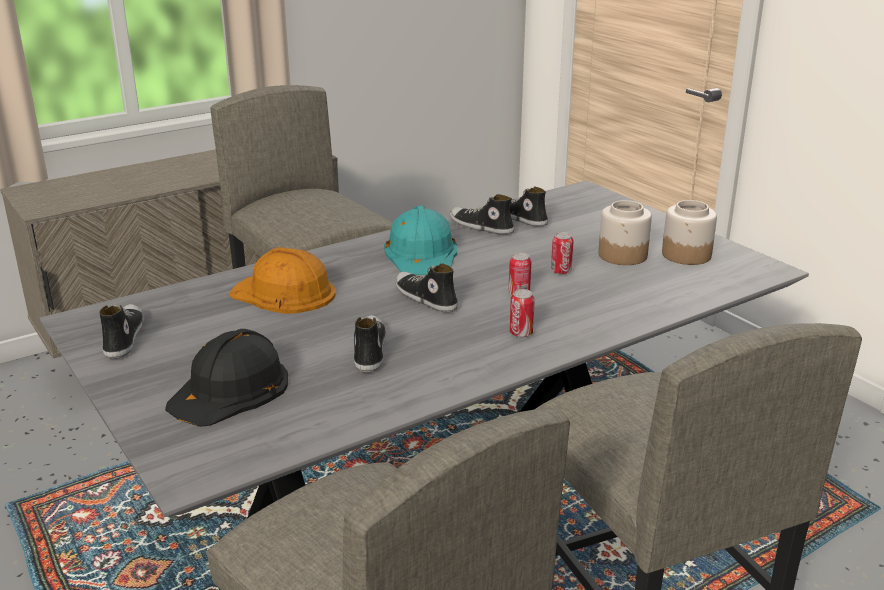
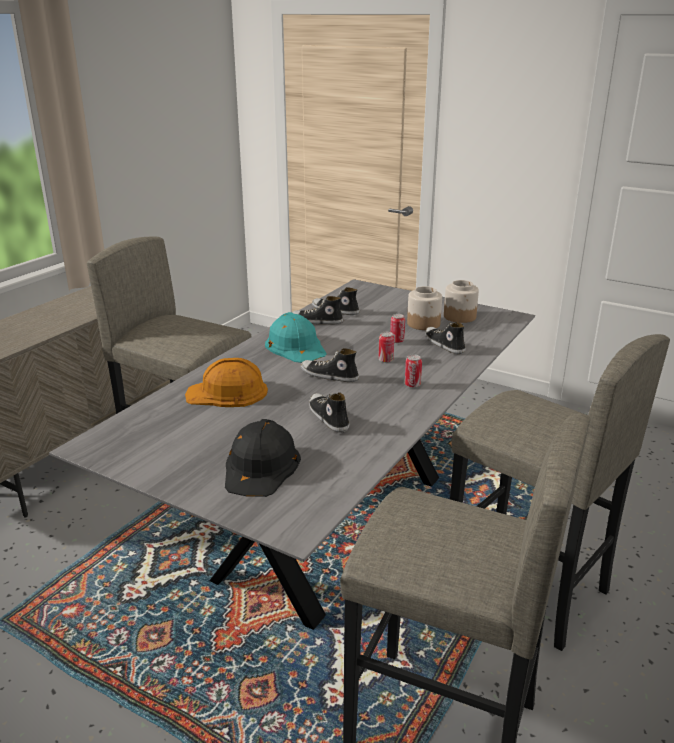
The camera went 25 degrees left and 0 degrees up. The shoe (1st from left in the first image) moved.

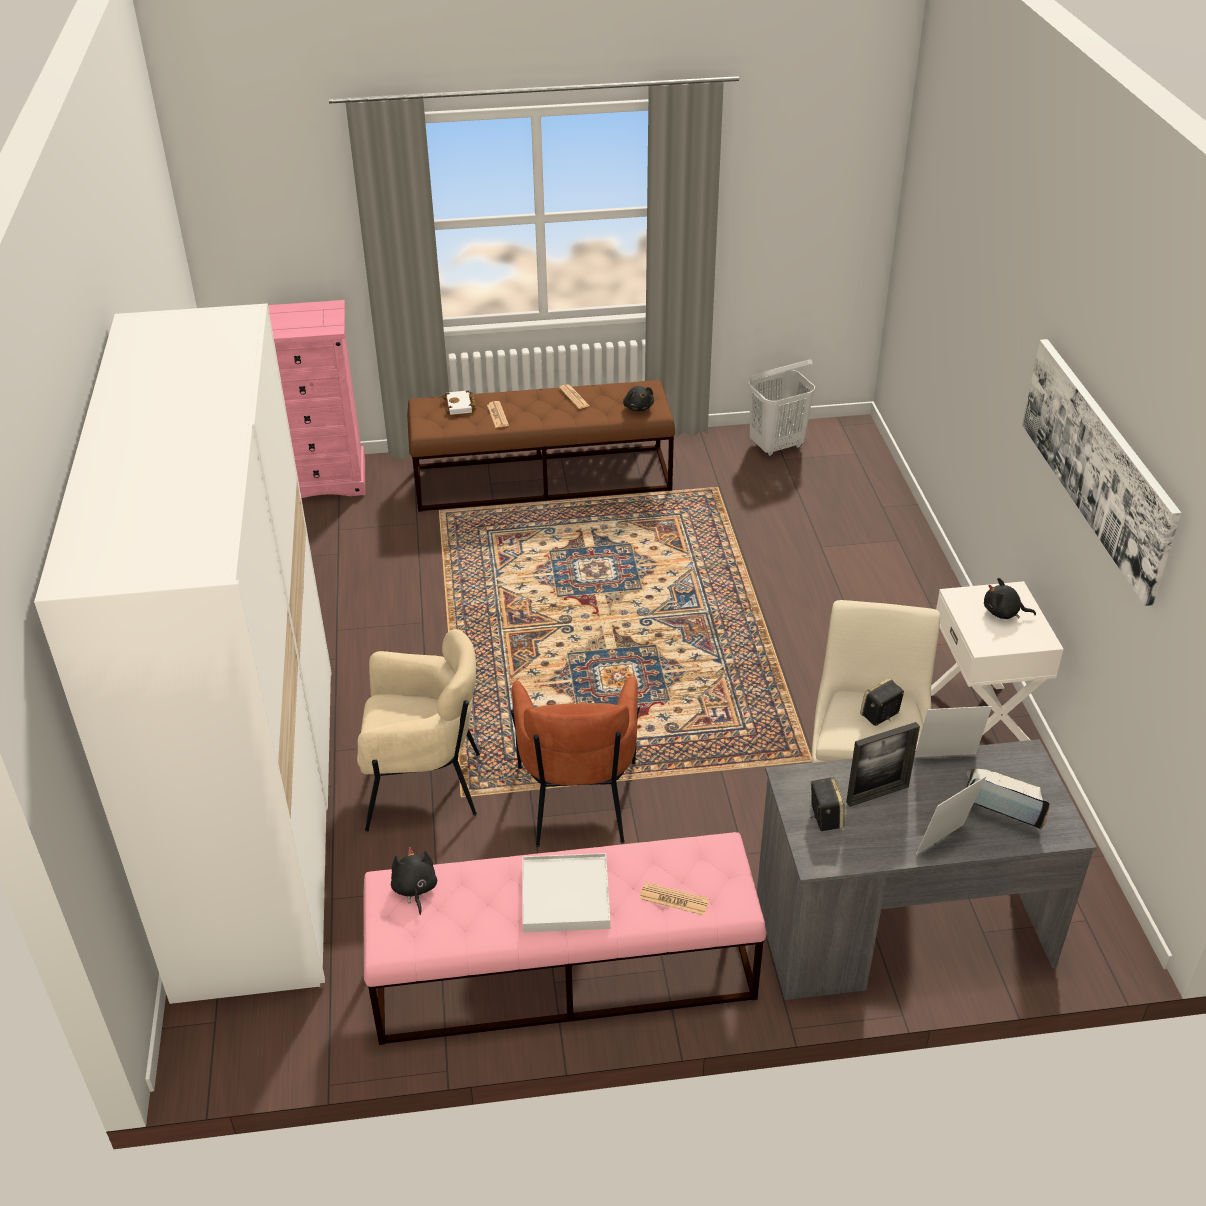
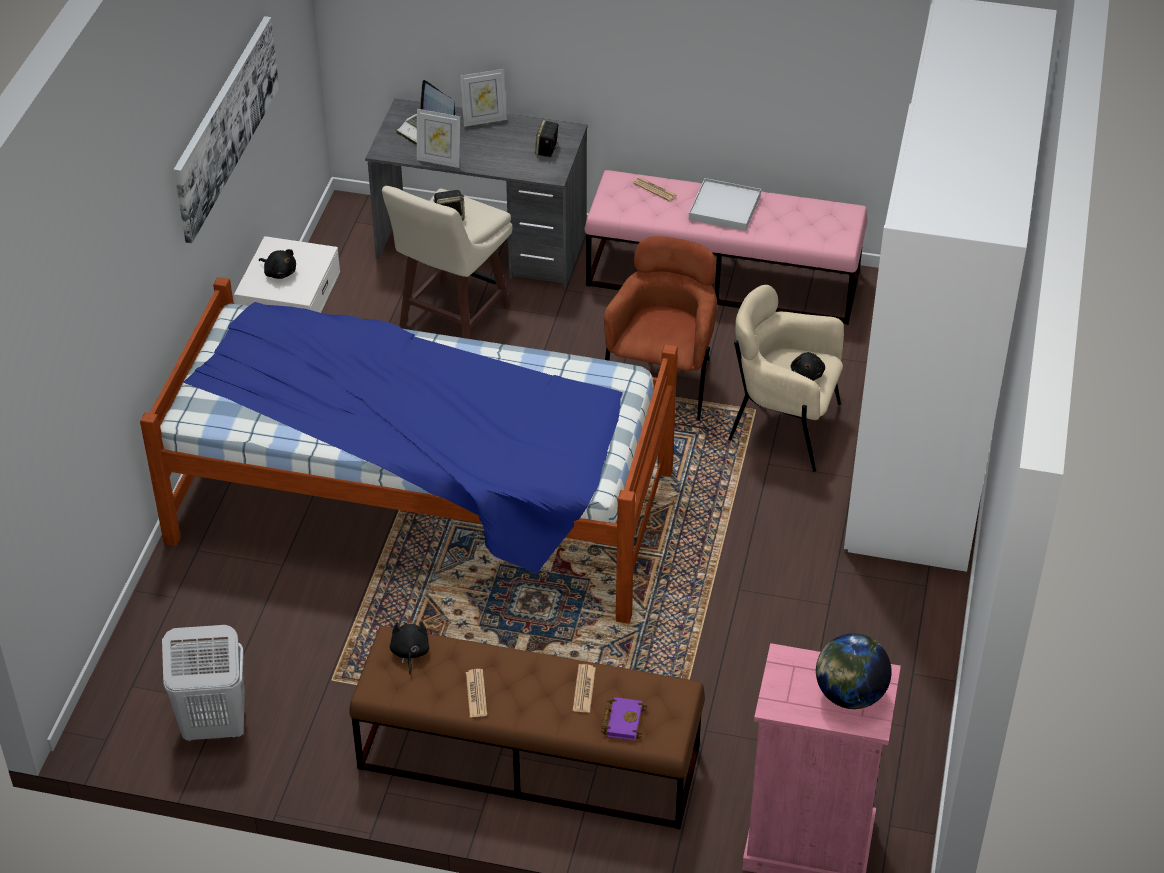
The camera went 160 degrees left and 5 degrees up. The standing frame (1st from left) disappeared. The bed appeared. The globe appeared. The black-coloured plush toy (1st from left in the first image) moved. The whitish volume became the purple-coloured volume.

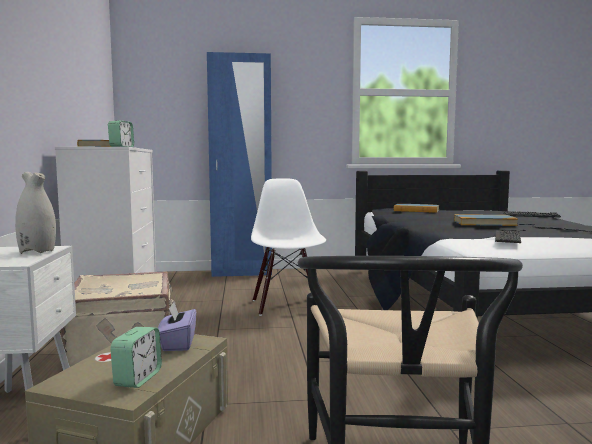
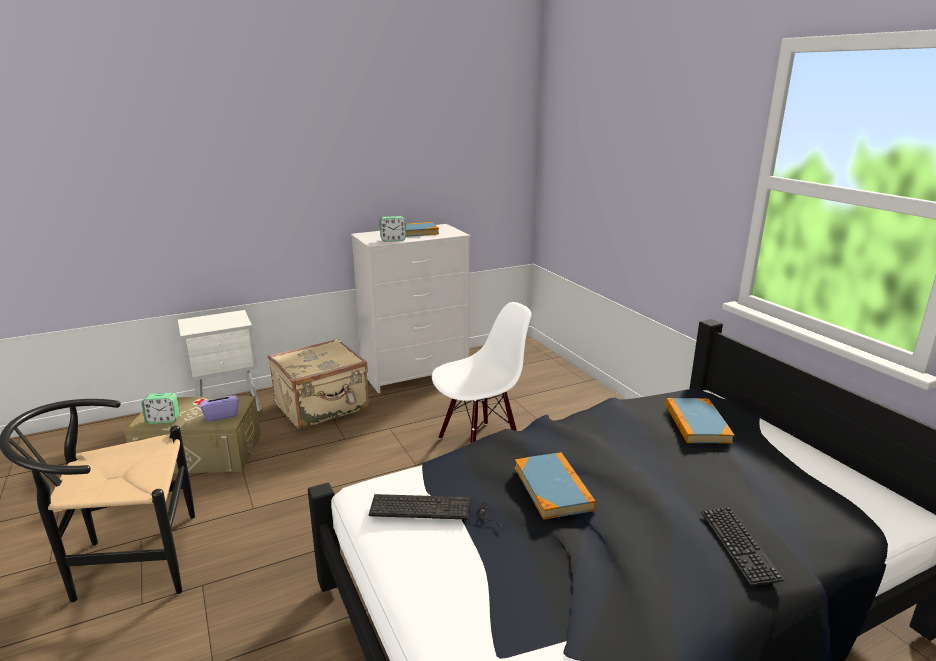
The camera went 70 degrees right and 15 degrees up. The whitish decorative vase disappeared. The blue clothes cupboard disappeared.

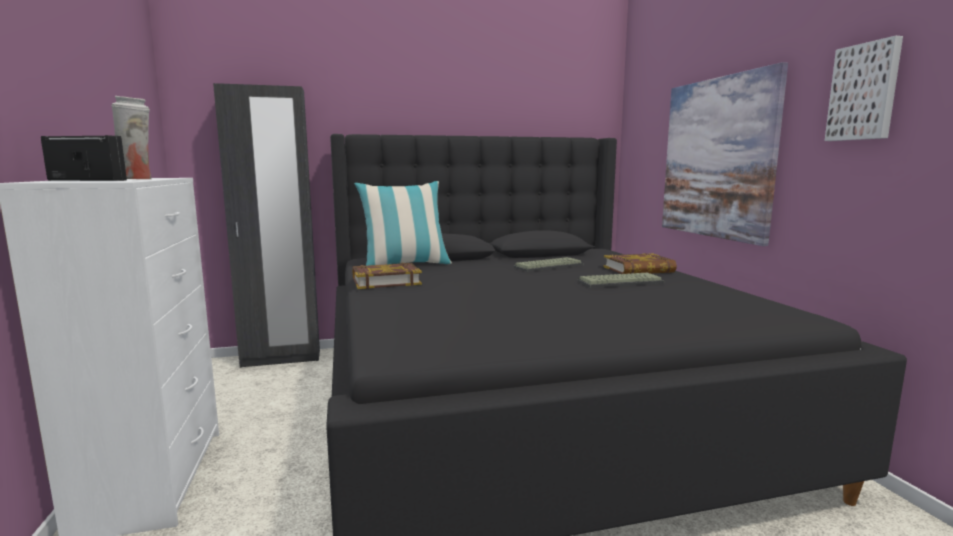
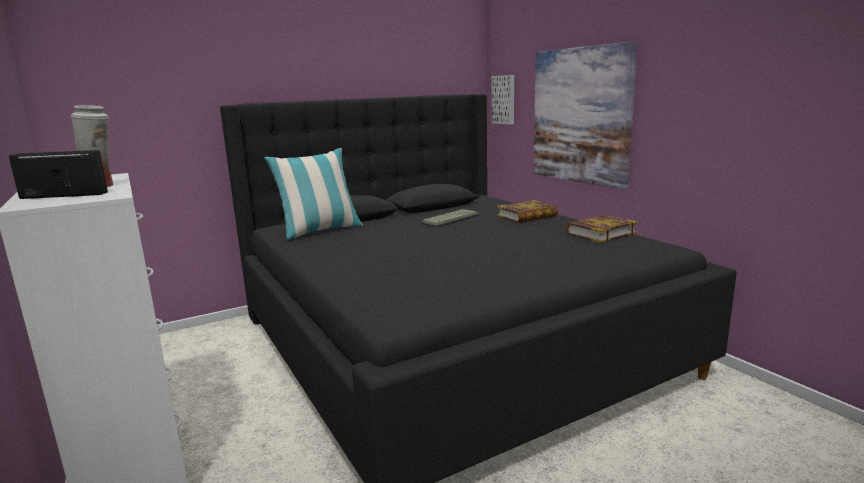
The camera went 15 degrees left and 5 degrees up. The black-coloured clothes cupboard disappeared. The keyboard (2nd from left) disappeared. The volume (1st from left in the first image) moved. The picture (2nd from left in the first image) moved.

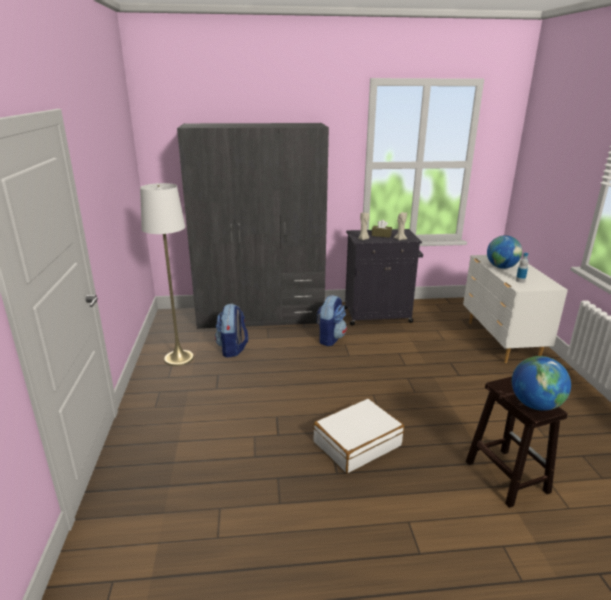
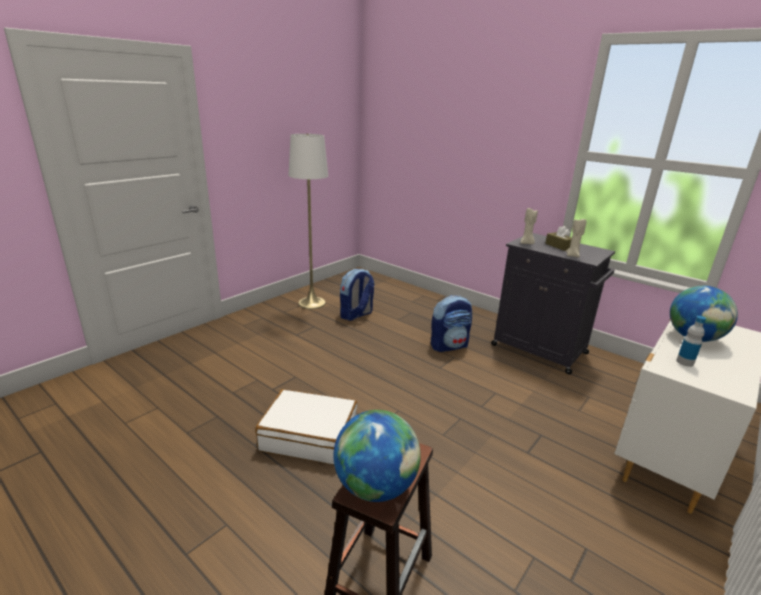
The camera went 45 degrees right and 0 degrees up. The grey clothes cupboard disappeared.

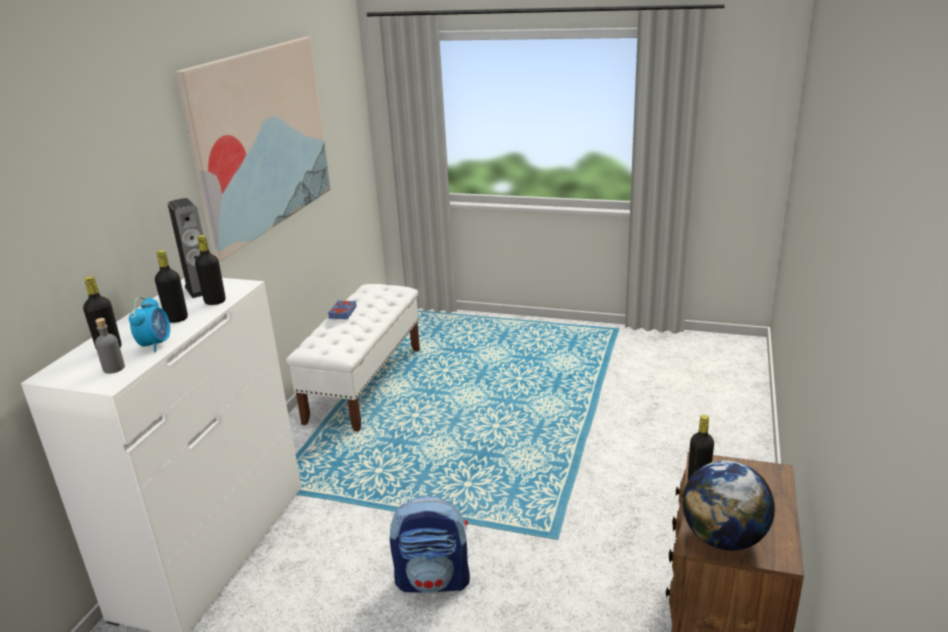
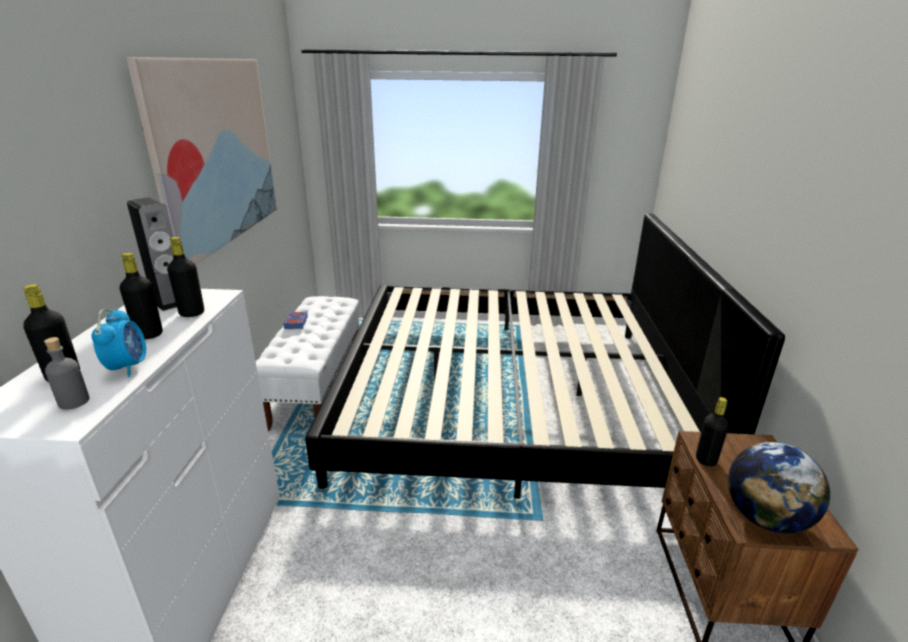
The camera went 15 degrees left and 0 degrees up. The rucksack disappeared. The bed appeared.

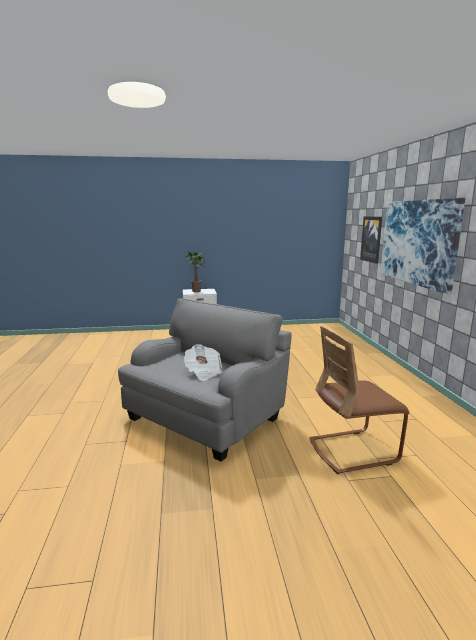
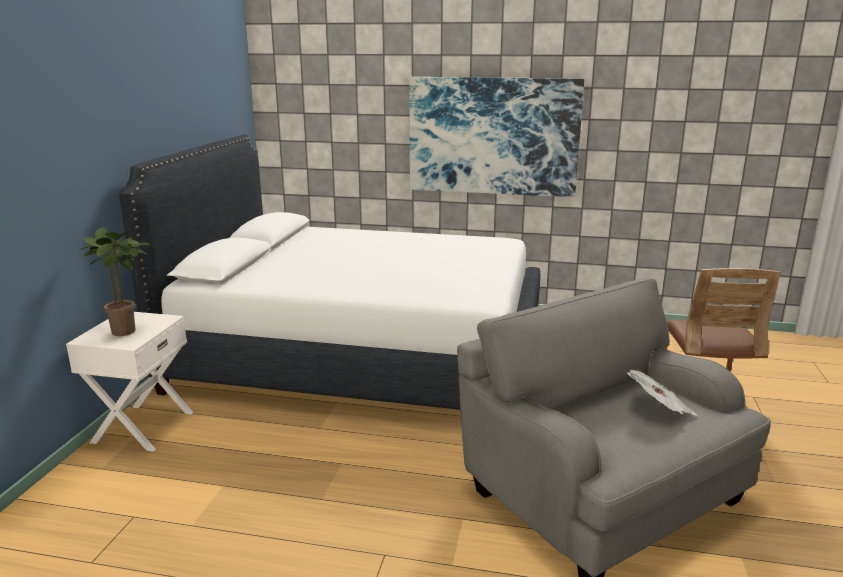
The camera went 70 degrees left and 5 degrees up. The picture (1st from left) disappeared. The whitish bed appeared.

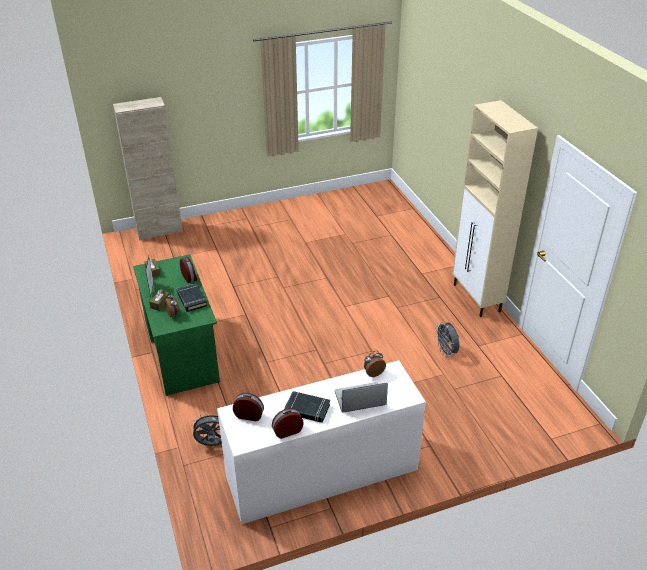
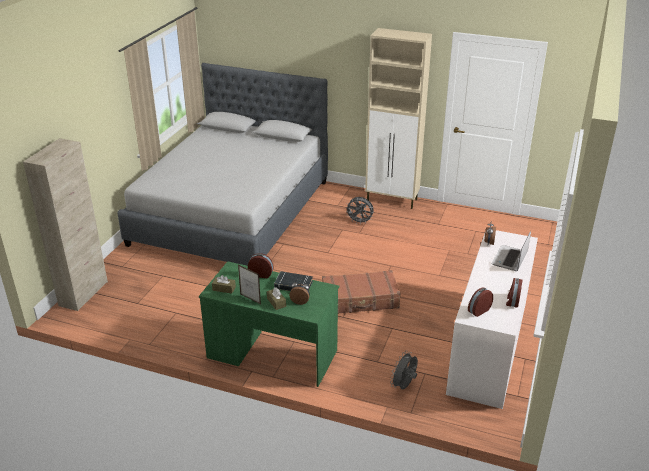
The camera went 50 degrees left and 5 degrees down. The black-coloured volume (2nd from left) disappeared. The grey bed appeared. The brown-coloured piece of luggage appeared. The grey fan (2nd from left in the first image) moved.

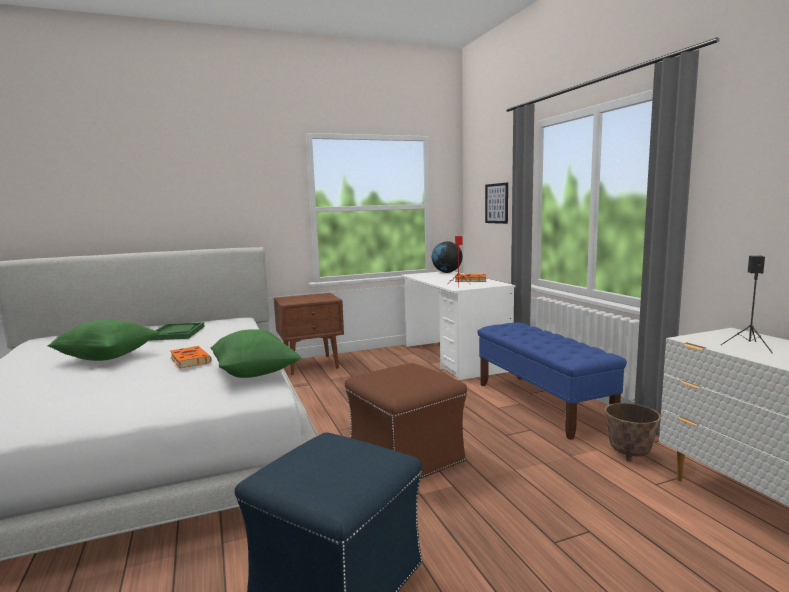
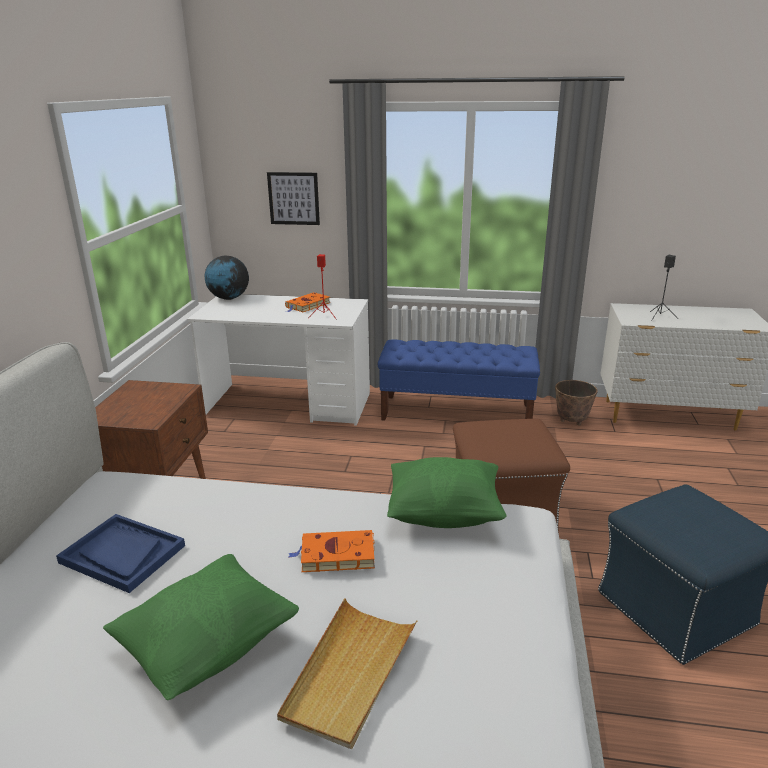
The camera went 60 degrees left and 15 degrees up. The sand-coloured tray appeared. The green tray became the blue tray.

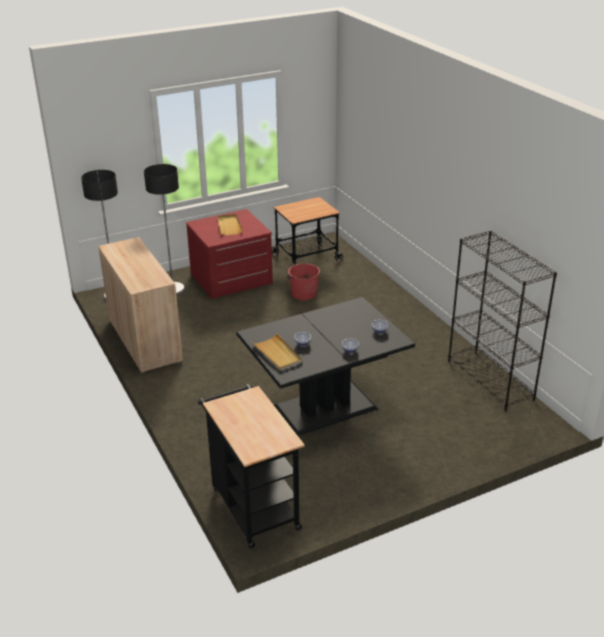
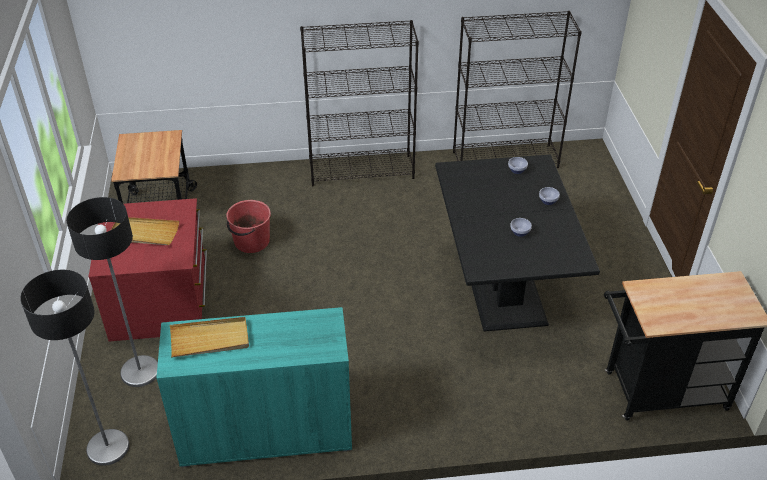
The camera went 70 degrees left and 10 degrees up. The black-coloured bookshelf (1st from left) appeared. The sand-coloured tray (2nd from left) moved. The sand-coloured cupboard became the blue-green cupboard.

